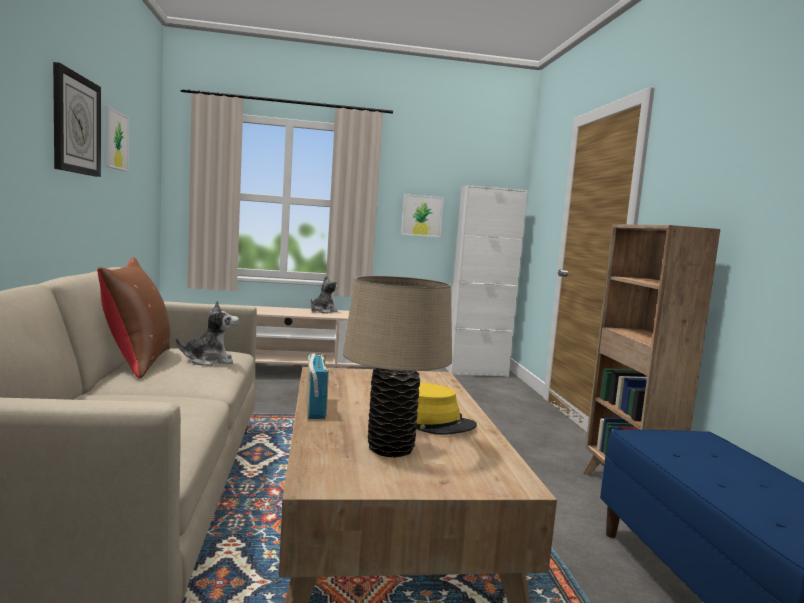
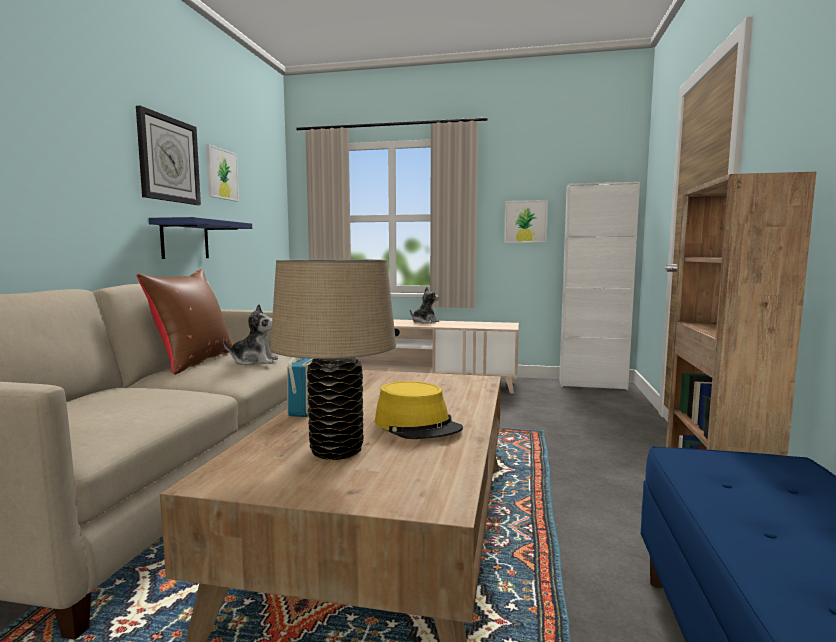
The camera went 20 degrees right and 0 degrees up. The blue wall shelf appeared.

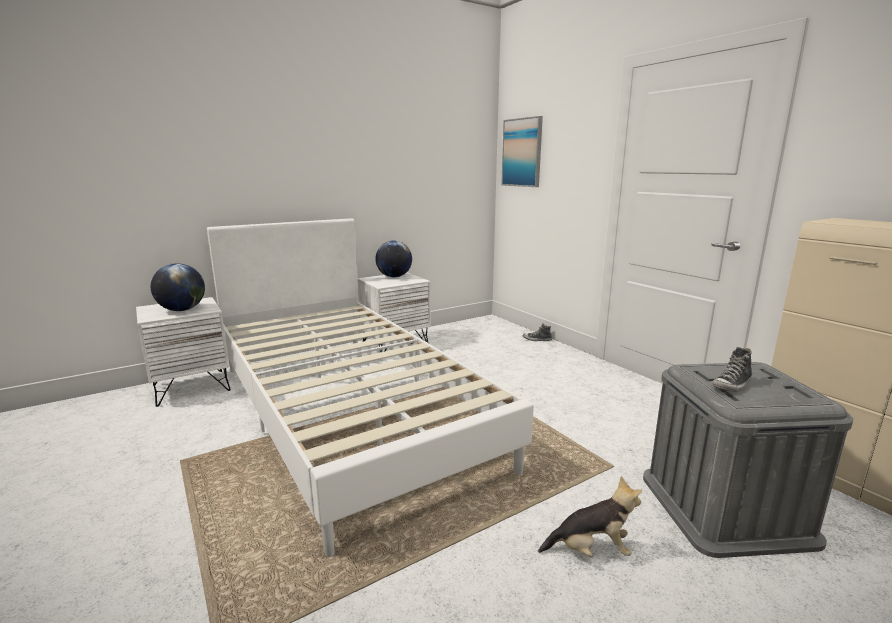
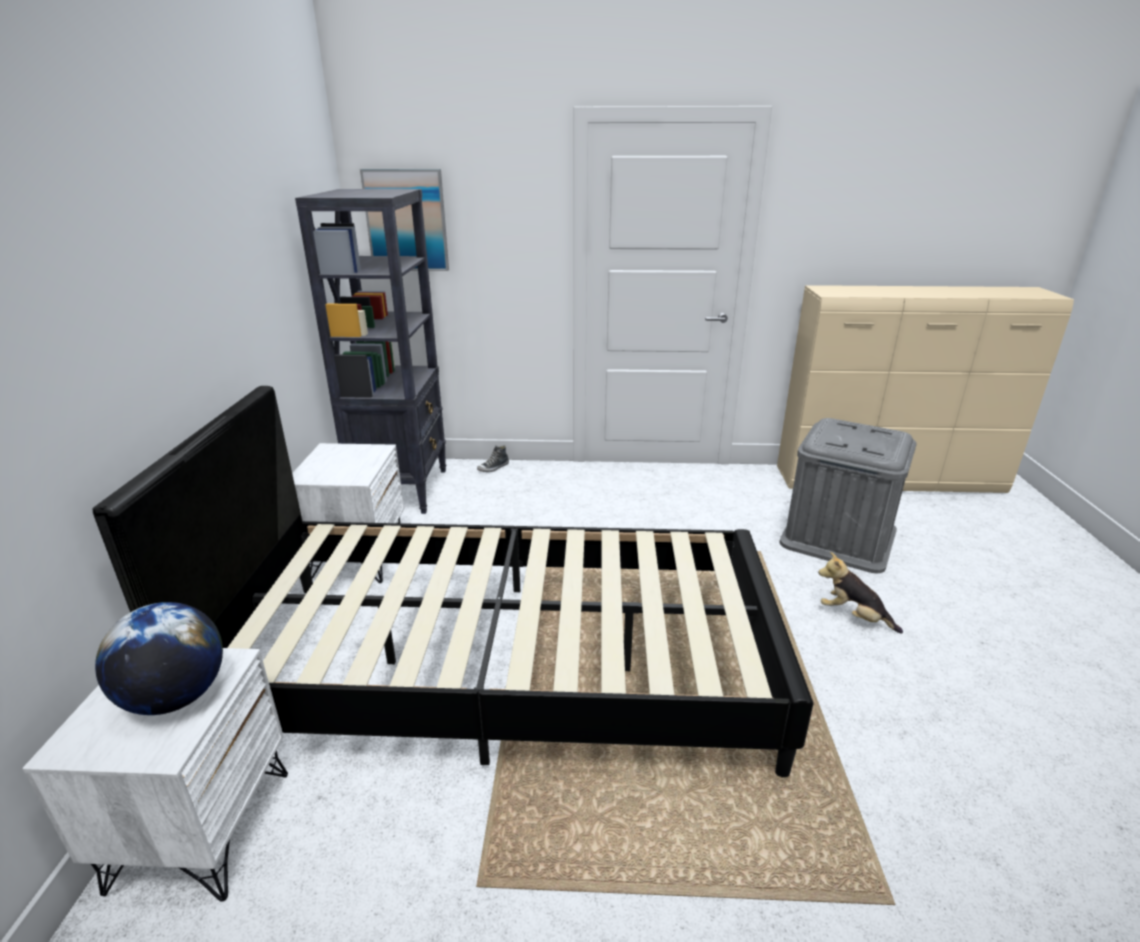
The camera went 55 degrees left and 10 degrees up. The globe (2nd from left) disappeared. The shoe (2nd from left) disappeared. The black-coloured bookshelf appeared. The whitish bed became the black-coloured bed. The plush toy turned 90 degrees counterclockwise.

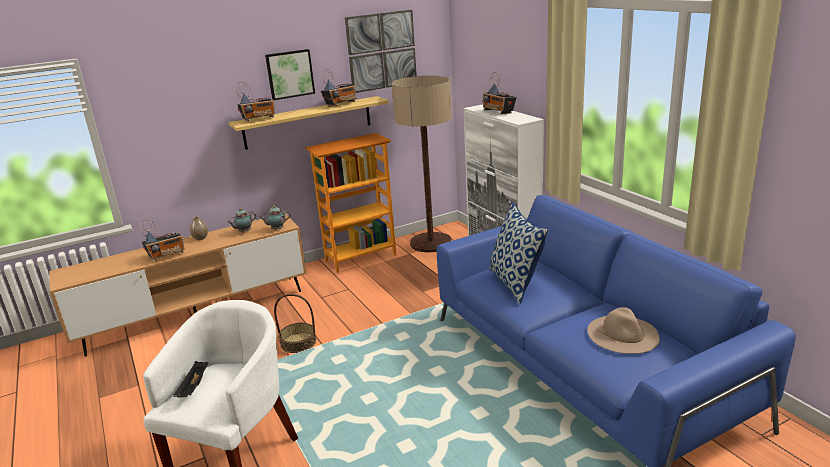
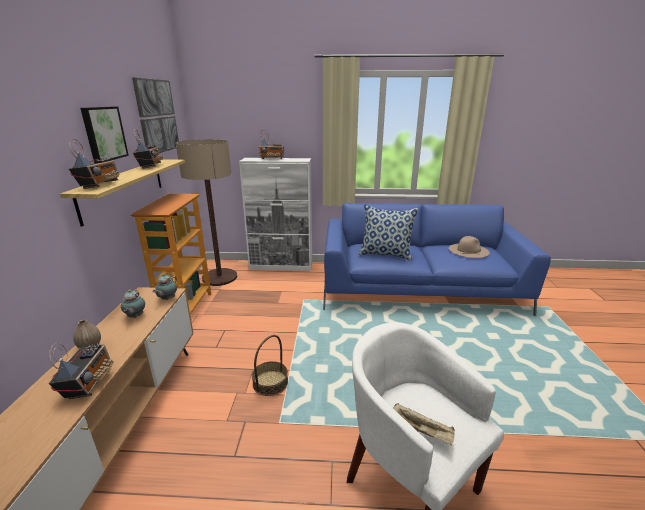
The camera went 60 degrees left and 0 degrees up. The black-coloured tray became the sand-coloured tray.

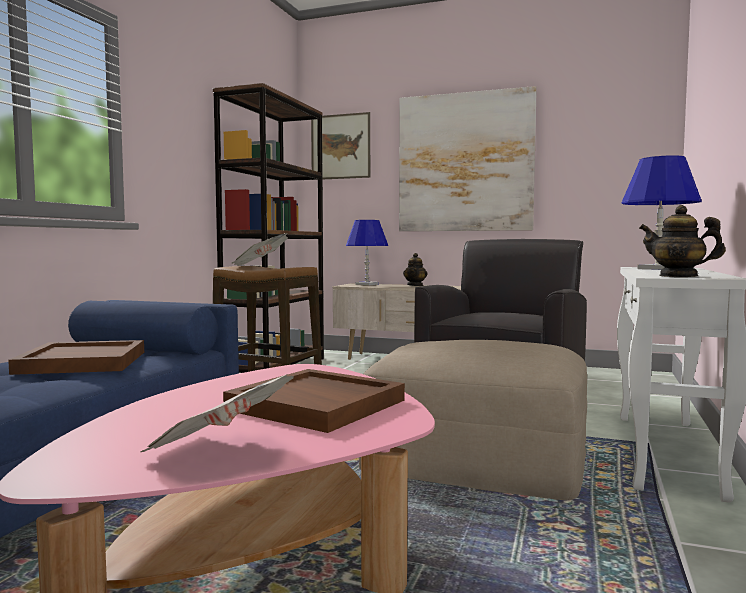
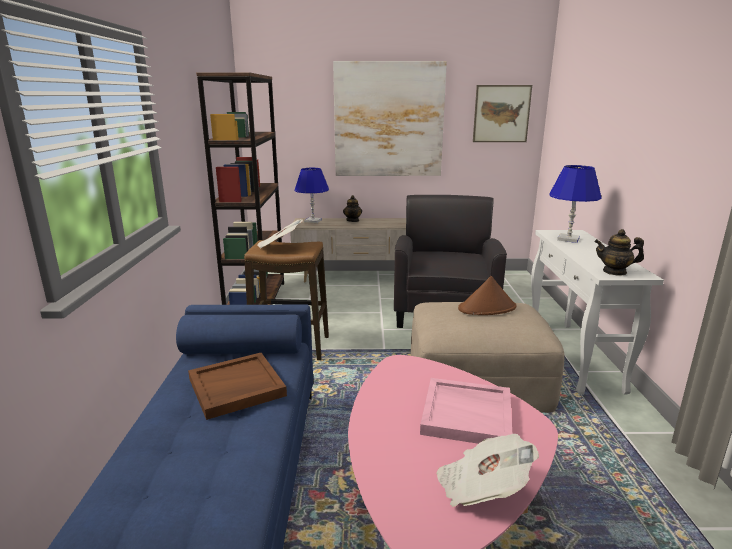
The camera went 20 degrees left and 15 degrees up. The brown-coloured hat appeared. The picture (1st from left in the first image) moved. The brown-coloured tray (2nd from left) became the pink tray.

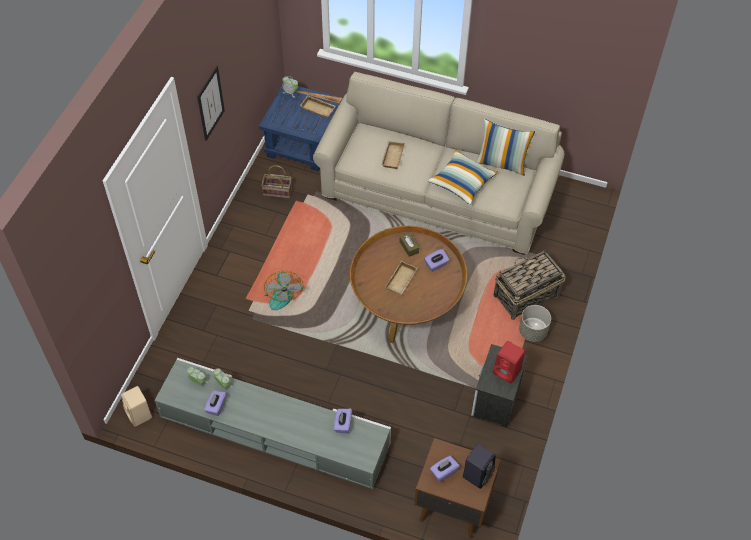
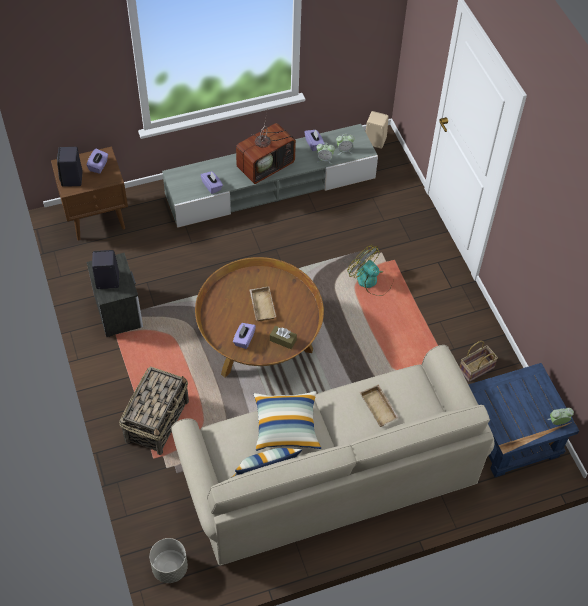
The camera went 140 degrees right and 0 degrees up. The picture disappeared. The sand-coloured tray (1st from left) disappeared. The television appeared. The grey planter moved. The red audio speaker became the black-coloured audio speaker (2nd from left).

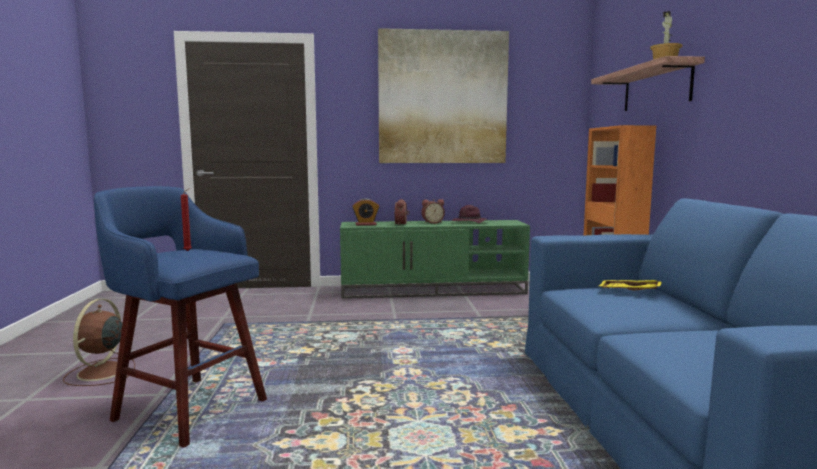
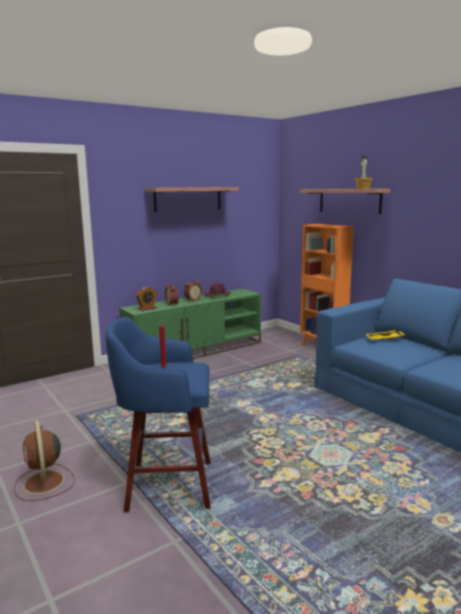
The camera went 30 degrees left and 5 degrees up. The picture was replaced by the wall shelf (1st from left).

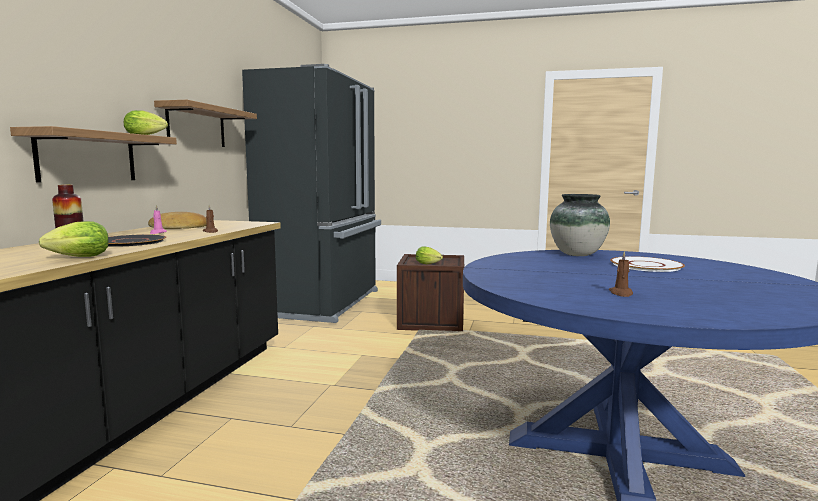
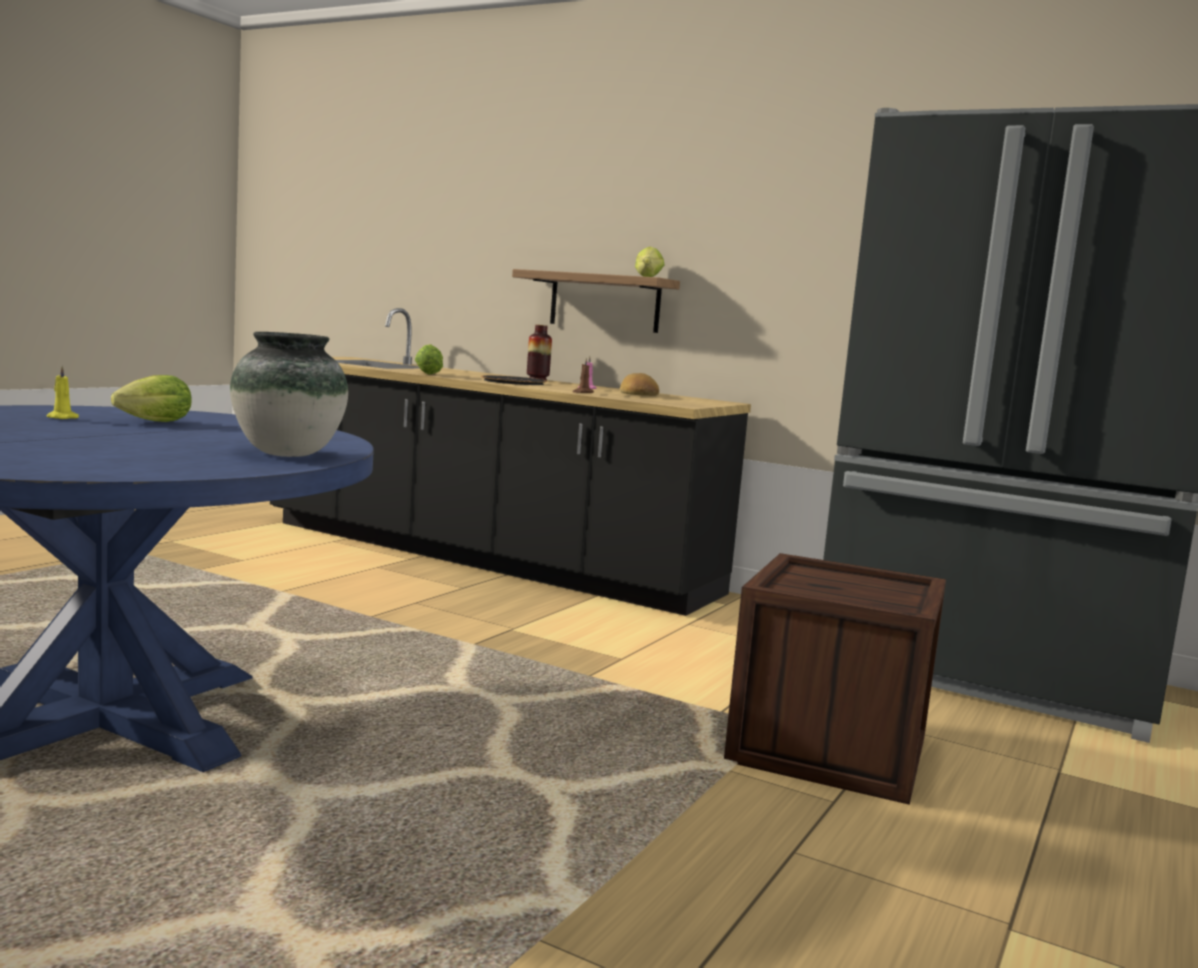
The camera went 105 degrees right and 0 degrees up. The wall shelf (2nd from left) disappeared. The whitish plate disappeared. The lettuce head (3rd from left in the first image) moved. The brown-coloured candle (2nd from left) became the yellowish candle.

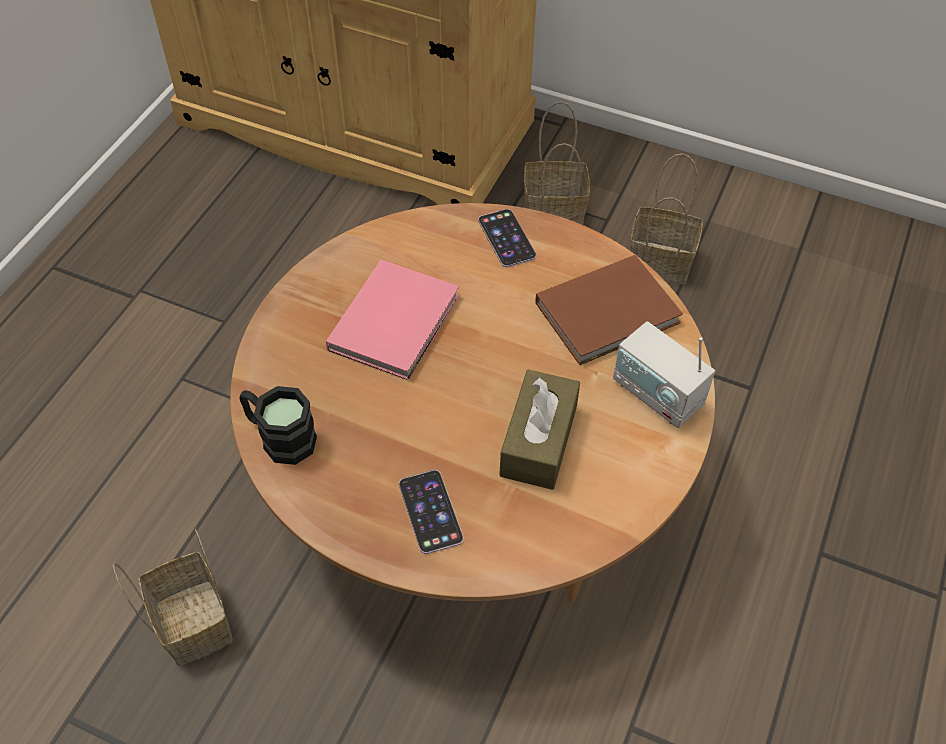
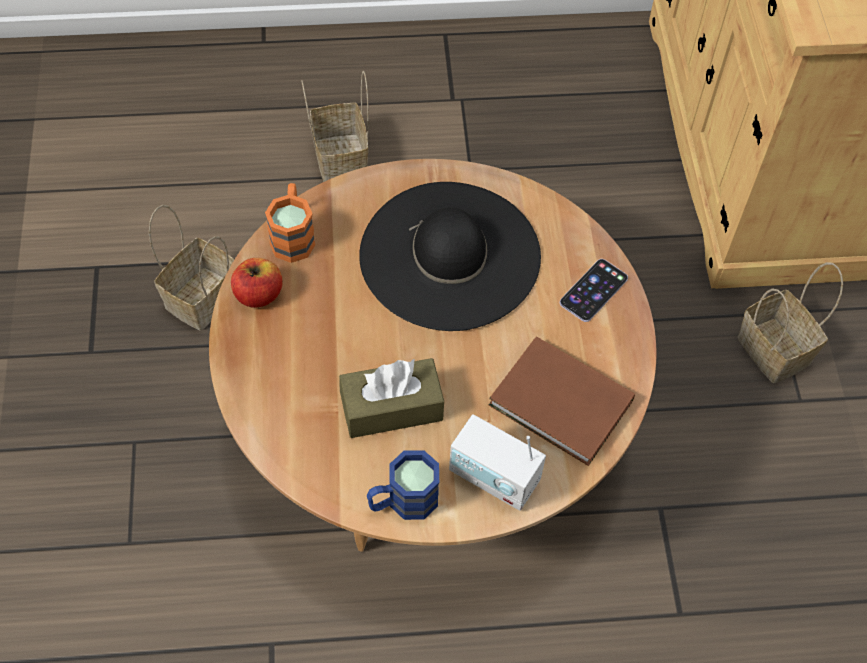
The camera went 60 degrees right and 5 degrees up. The phone (1st from left) disappeared. The apple appeared. The blue tea mug appeared. The basket (3rd from left in the first image) moved. The pink volume was replaced by the black-coloured hat. The black-coloured tea mug became the orange tea mug. The radio turned 75 degrees counterclockwise.

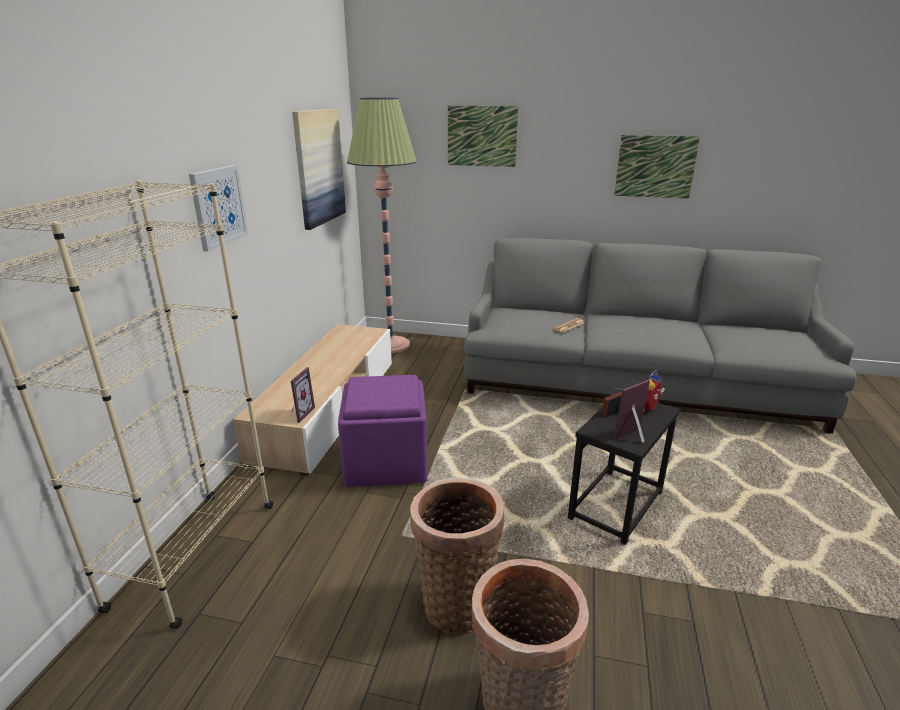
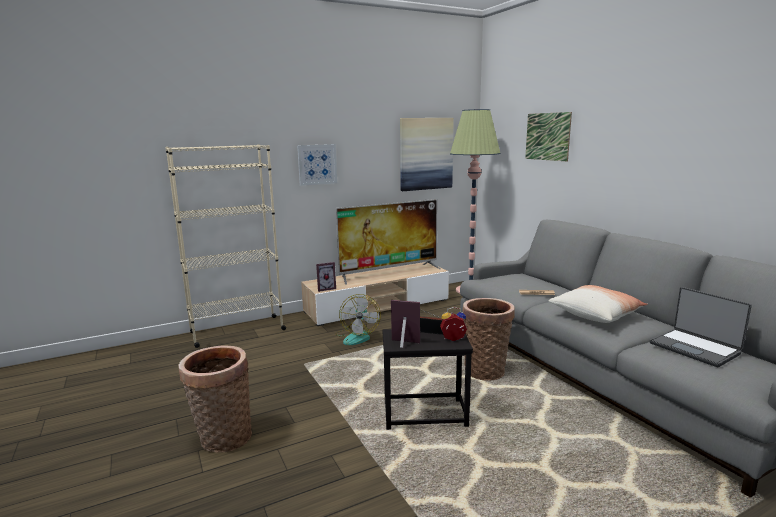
The camera went 50 degrees right and 10 degrees down. The picture (4th from left) disappeared. The television appeared. The pillow appeared. The laptop appeared. The basket (1st from left in the first image) moved. The purple-coloured footrest was replaced by the fan.

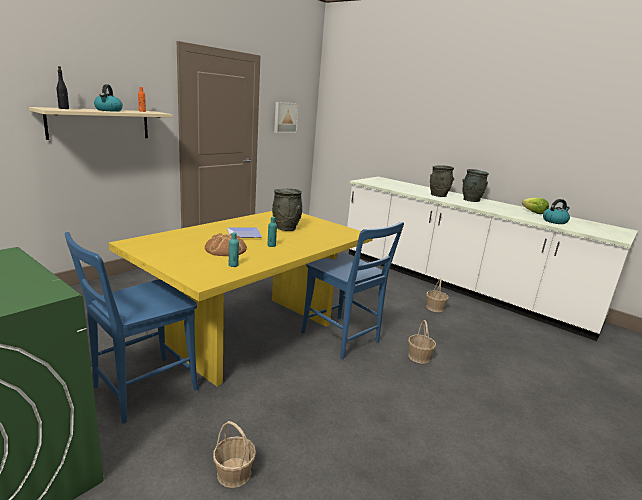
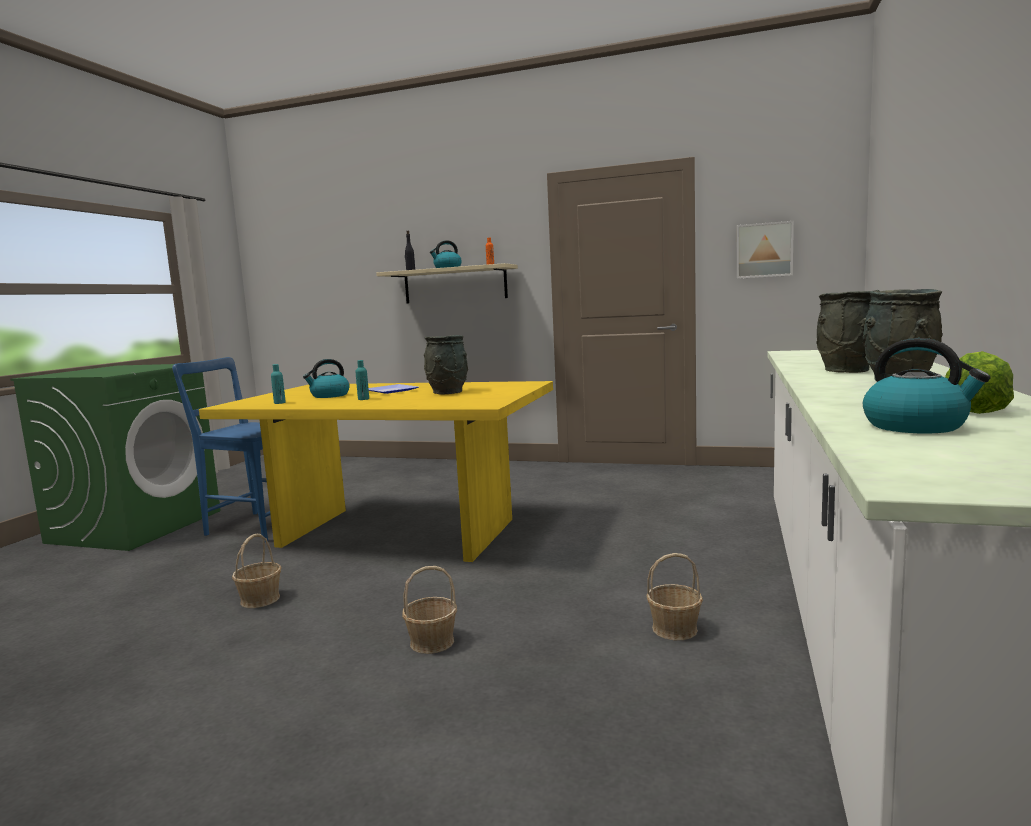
The camera went 70 degrees right and 10 degrees down. The blue plain chair (2nd from left) disappeared. The basket (1st from left) moved. The baked bread was replaced by the tea kettle (1st from left).

